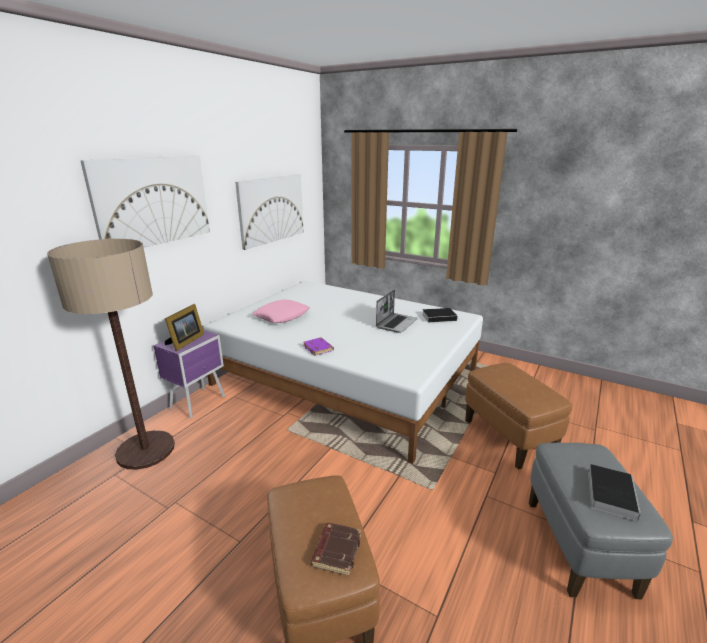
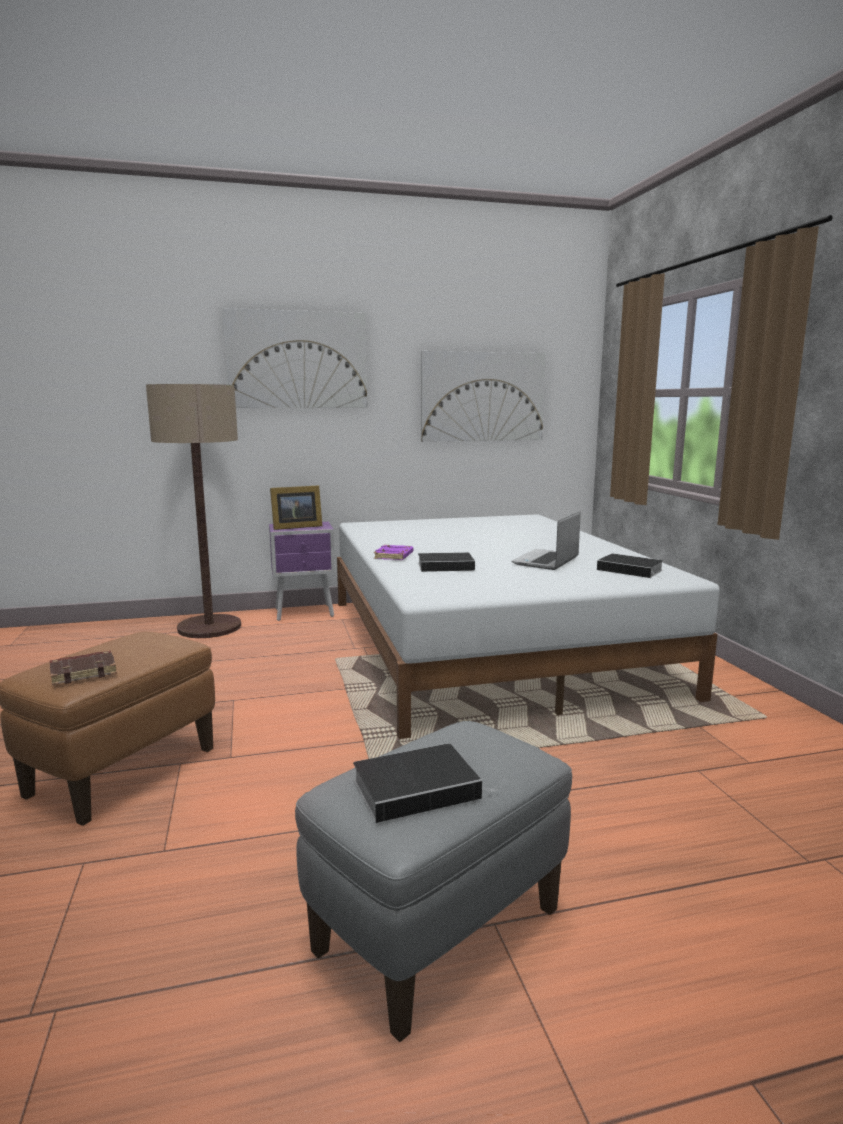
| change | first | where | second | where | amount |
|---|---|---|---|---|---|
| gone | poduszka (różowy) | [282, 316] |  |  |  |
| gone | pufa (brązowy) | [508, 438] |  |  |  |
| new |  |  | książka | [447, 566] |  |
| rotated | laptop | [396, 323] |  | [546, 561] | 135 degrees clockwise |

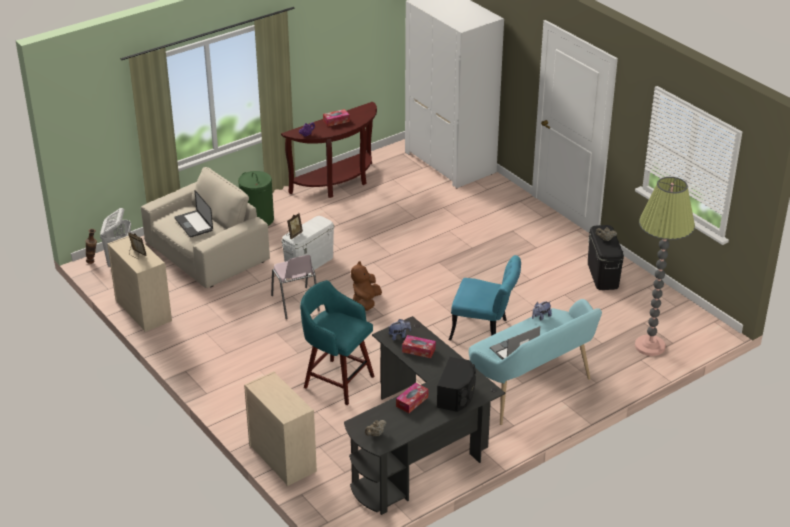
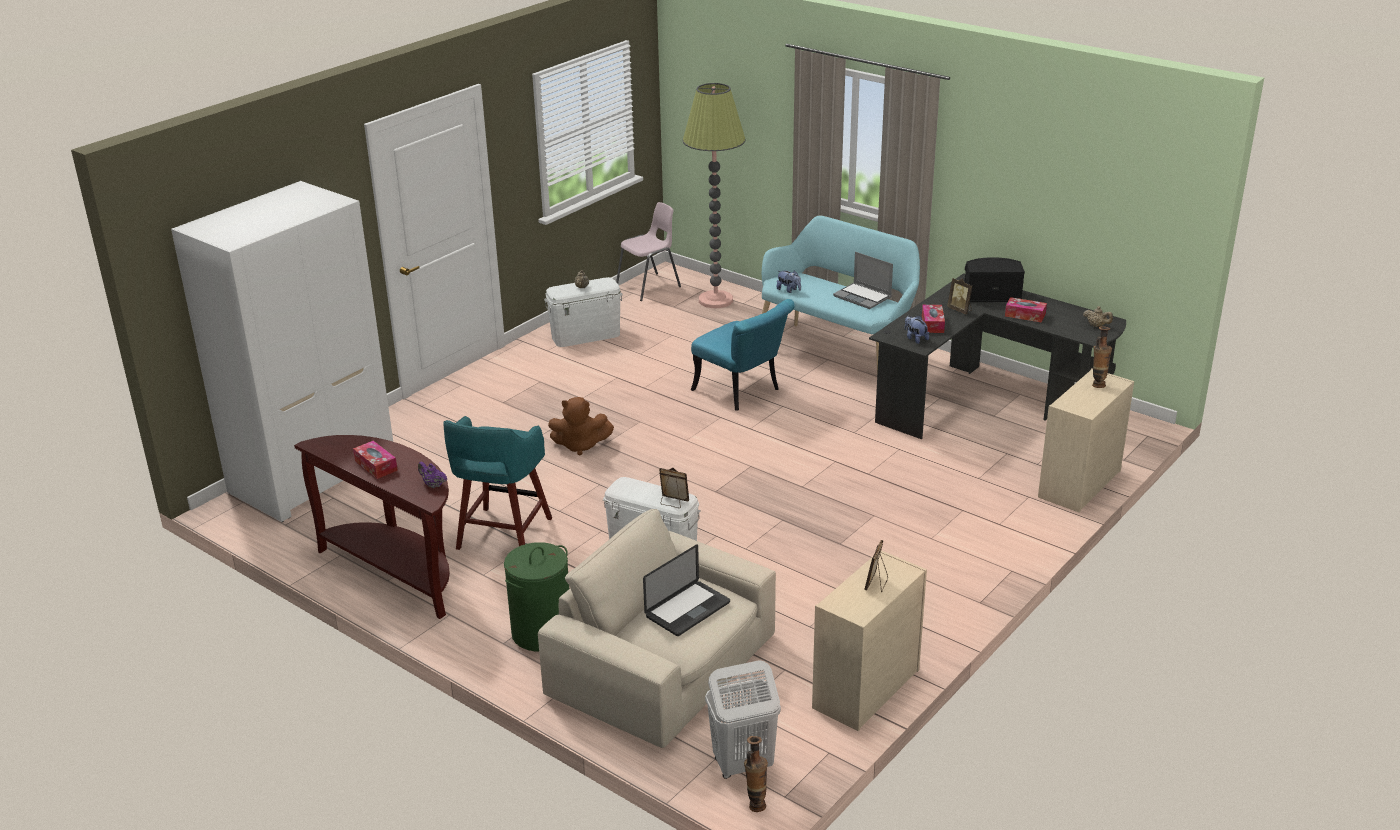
| change | first | where | second | where | amount |
|---|---|---|---|---|---|
| new |  |  | ramka na zdjęcie | [960, 310] |  |
| new |  |  | wazon | [1098, 384] |  |
| shifted | krzesło (różowy) | [295, 303] |  | [649, 287] |  |
| shifted | stołek (turkusowy) | [337, 381] |  | [503, 535] |  |
| shifted | pluszak (brązowy) | [366, 302] |  | [580, 445] |  |
| repainted | pojemnik do przechowywania (czarny) | [603, 274] | pojemnik do przechowywania (biały) | [585, 335] |  |
| rotated | krzesło (turkusowy) | [485, 330] |  | [742, 392] | 135 degrees clockwise |

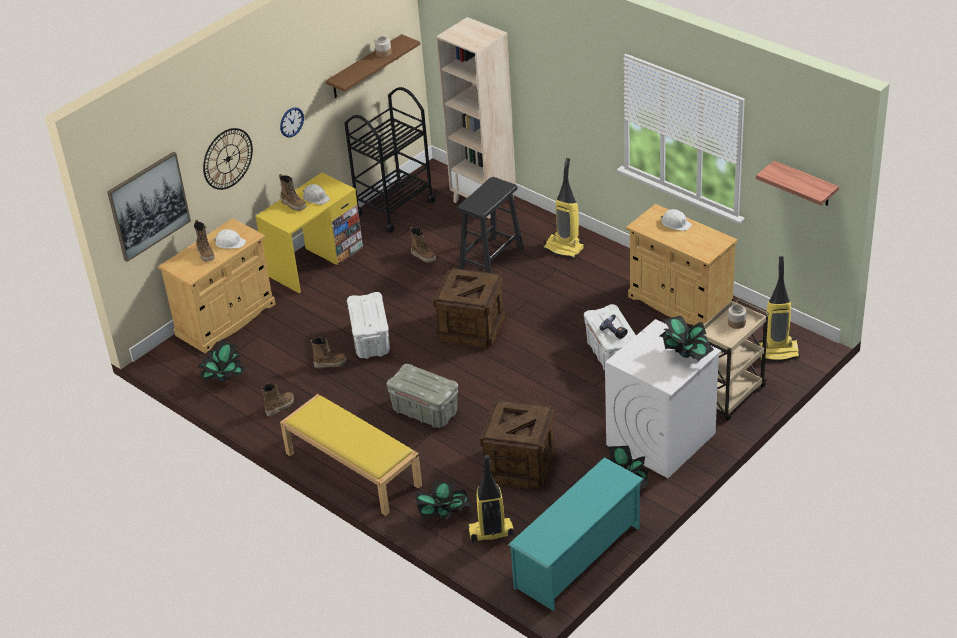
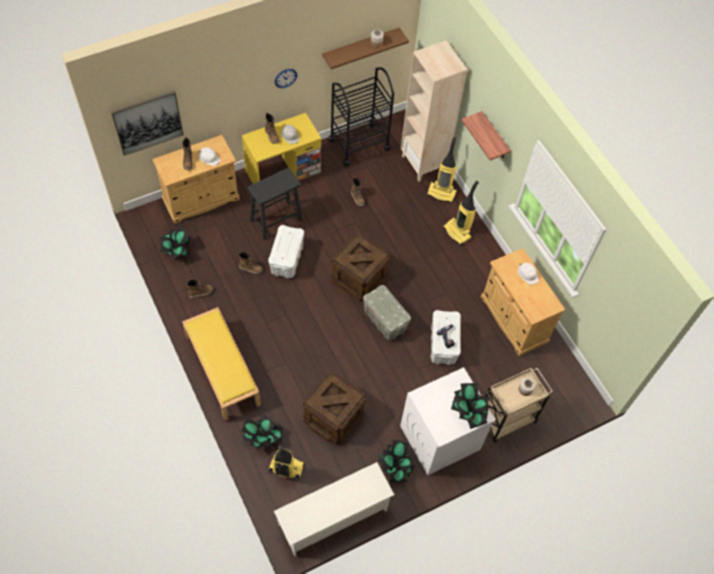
| change | first | where | second | where | amount |
|---|---|---|---|---|---|
| gone | zegar ścienny | [227, 158] |  |  |  |
| shifted | pojemnik do przechowywania (szary) | [424, 411] |  | [384, 320] |  |
| shifted | stołek (czarny) | [491, 258] |  | [276, 220] |  |
| shifted | półka | [805, 184] |  | [494, 137] |  |
| shifted | odkurzacz | [778, 351] |  | [442, 192] |  |
| repainted | regał na buty (turkusowy) | [578, 557] | regał na buty (biały) | [333, 517] |  |

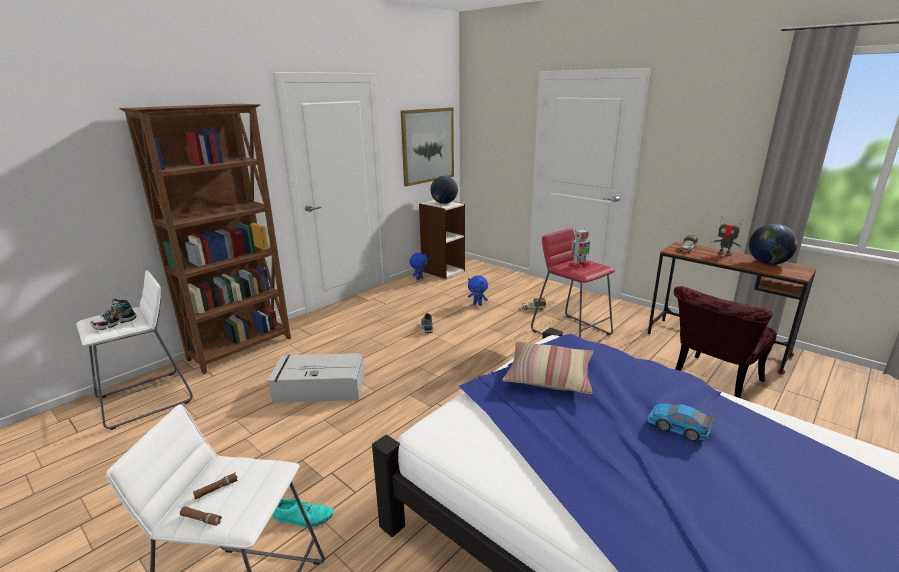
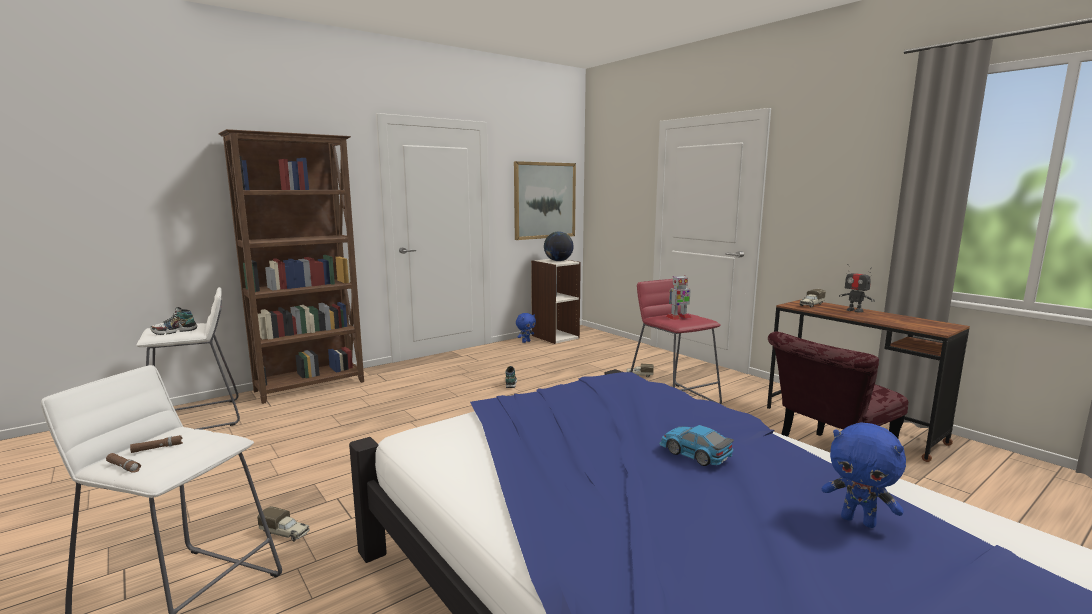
| change | first | where | second | where | amount |
|---|---|---|---|---|---|
| gone | pojemnik do przechowywania (szary) | [319, 387] |  |  |  |
| gone | poduszka | [549, 376] |  |  |  |
| gone | globus | [768, 263] |  |  |  |
| shifted | pluszak (niebieski) | [478, 304] |  | [859, 521] |  |
| swapped | but (turkusowy) | [303, 517] | ciężarówka zabawkowa | [285, 533] |  |

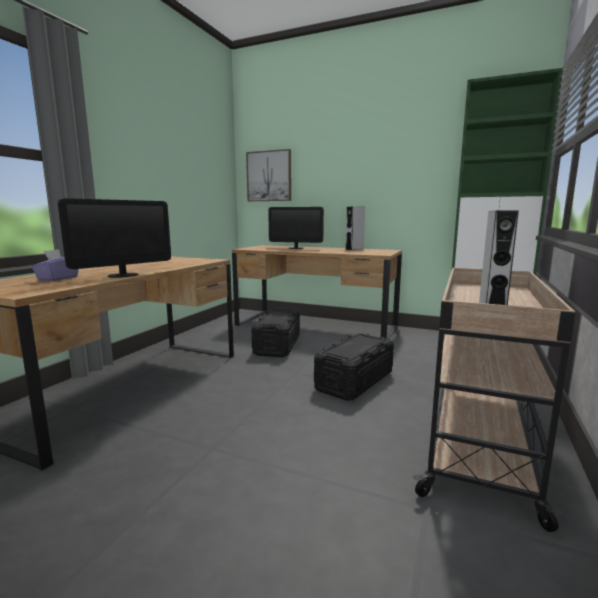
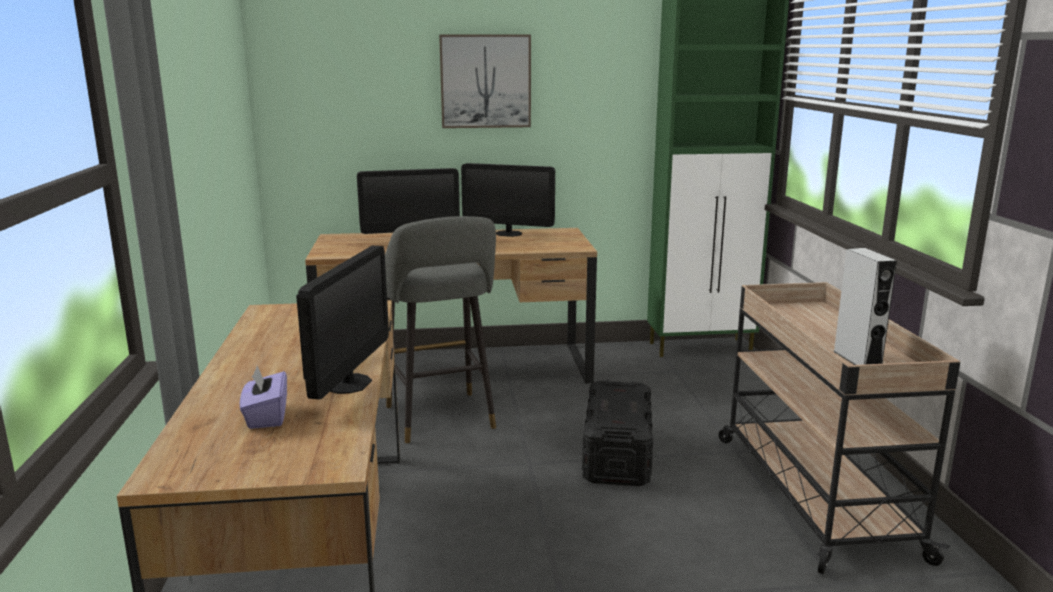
| change | first | where | second | where | amount |
|---|---|---|---|---|---|
| shifted | obraz | [269, 176] |  | [485, 81] |  |
| swapped | pojemnik do przechowywania (czarny) | [277, 345] | stołek (szary) | [442, 420] |  |
| swapped | głośnik (szary) | [354, 249] | monitor | [509, 233] |  |

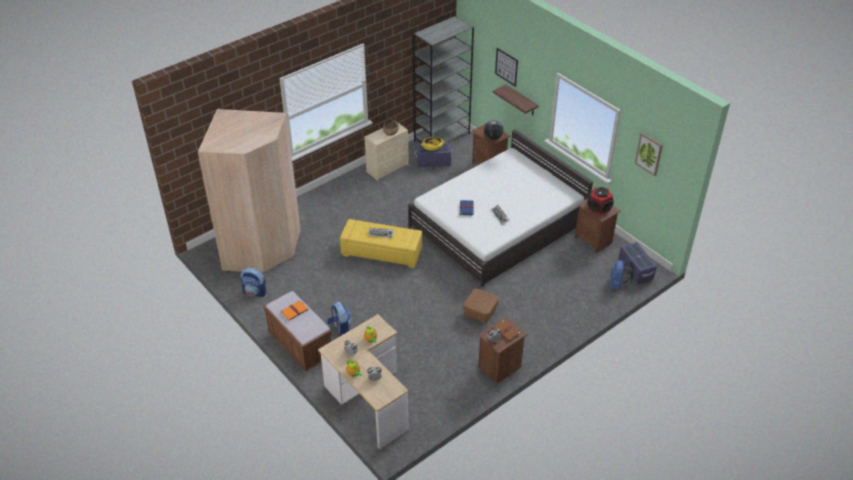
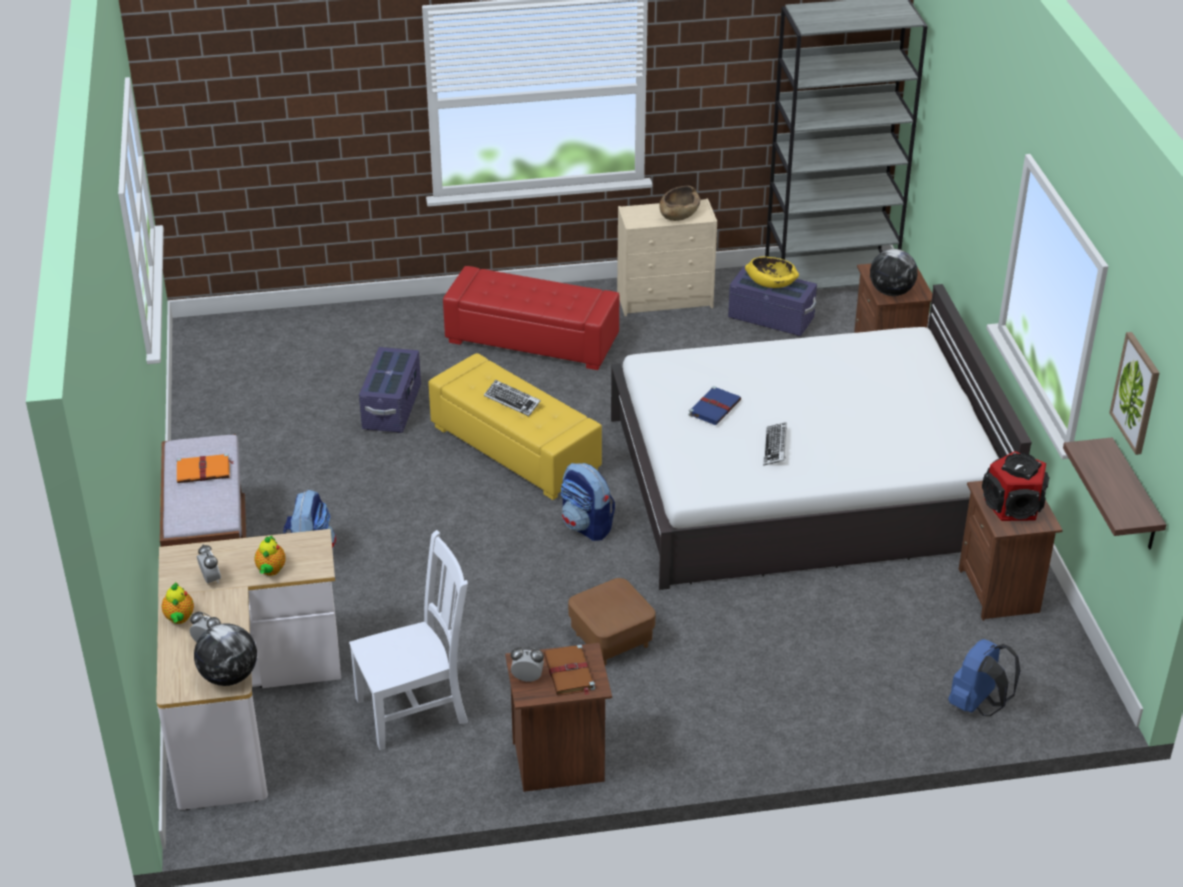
| change | first | where | second | where | amount |
|---|---|---|---|---|---|
| gone | szafa (beżowy) | [261, 249] |  |  |  |
| gone | obraz | [506, 67] |  |  |  |
| new |  |  | globus | [228, 676] |  |
| new |  |  | krzesło (biały) | [415, 709] |  |
| new |  |  | pufa (czerwony) | [532, 340] |  |
| shifted | plecak | [255, 292] |  | [587, 526] |  |
| shifted | półka | [521, 101] |  | [1134, 497] |  |
| shifted | pojemnik do przechowywania (fioletowy) | [635, 270] |  | [392, 408] |  |

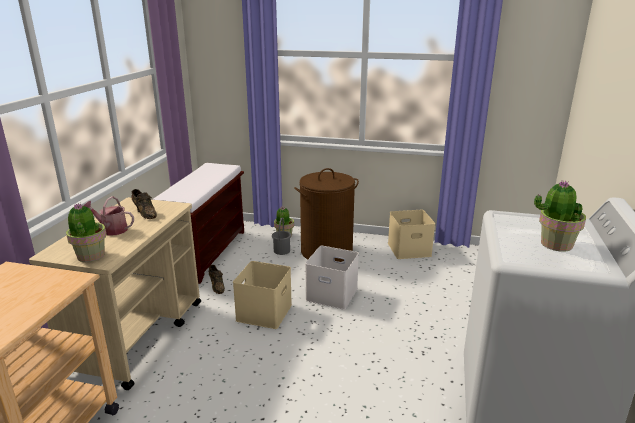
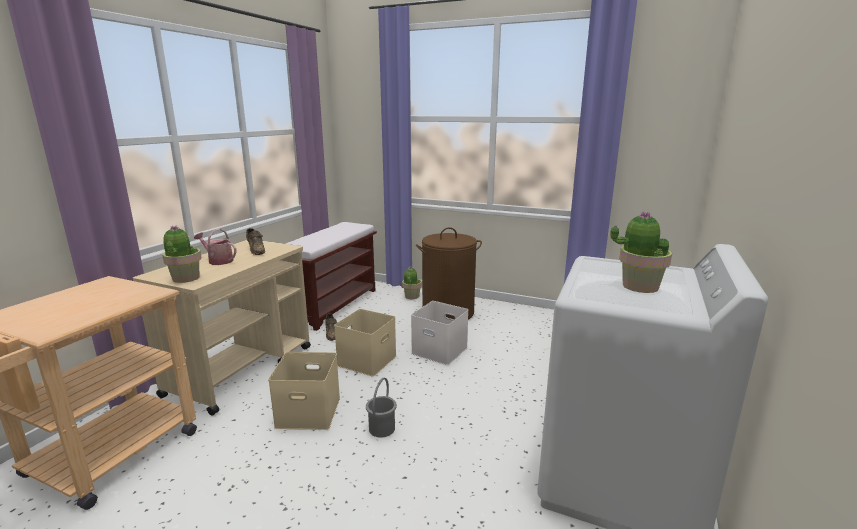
| change | first | where | second | where | amount |
|---|---|---|---|---|---|
| shifted | wiadro (szary) | [281, 251] |  | [381, 429] |  |
| shifted | pojemnik do przechowywania (beżowy) | [408, 250] |  | [307, 413] |  |

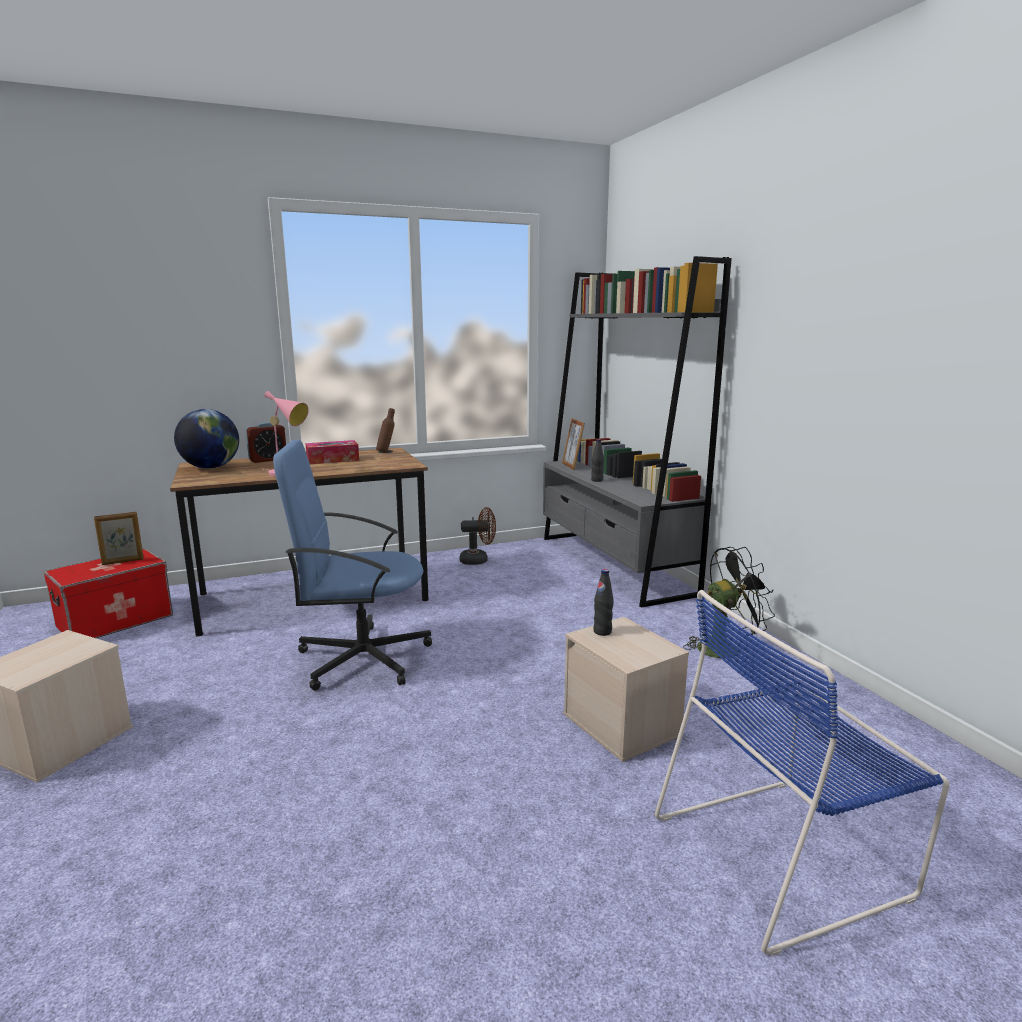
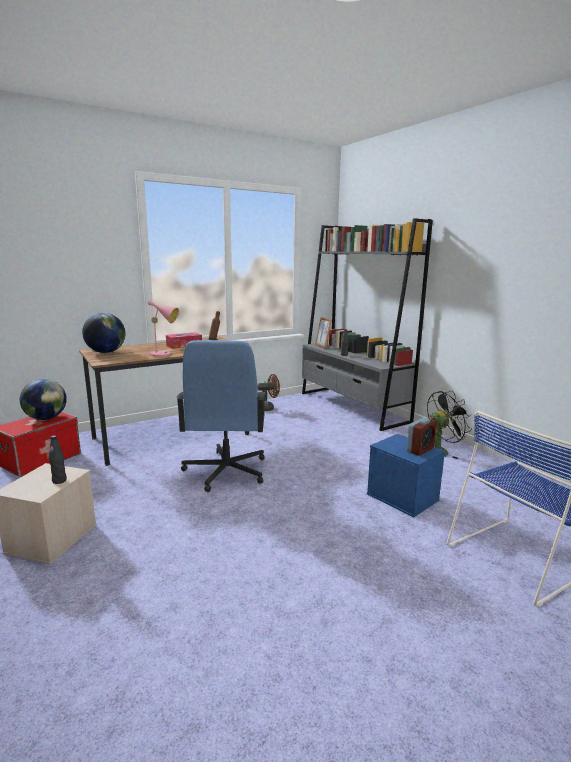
| change | first | where | second | where | amount |
|---|---|---|---|---|---|
| shifted | budzik | [268, 460] |  | [420, 450] |  |
| shifted | butelka (czarny) | [602, 632] |  | [59, 481] |  |
| swapped | ramka na zdjęcie | [123, 561] | globus | [46, 418] |  |
| repainted | pojemnik do przechowywania (beżowy) | [623, 724] | pojemnik do przechowywania (niebieski) | [403, 497] |  |
| rotated | krzesło biurowe (niebieski) | [361, 658] |  | [225, 471] | 75 degrees counterclockwise |

